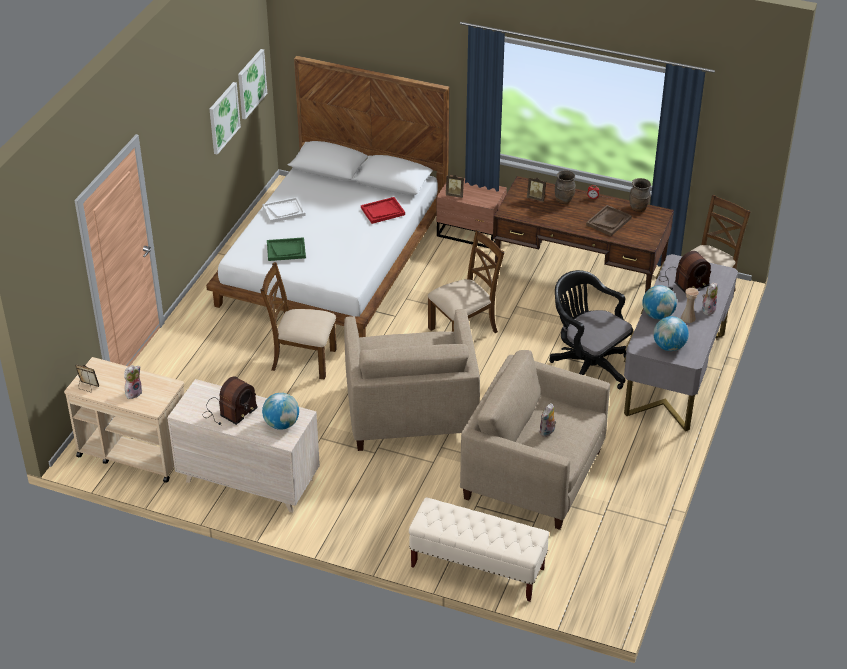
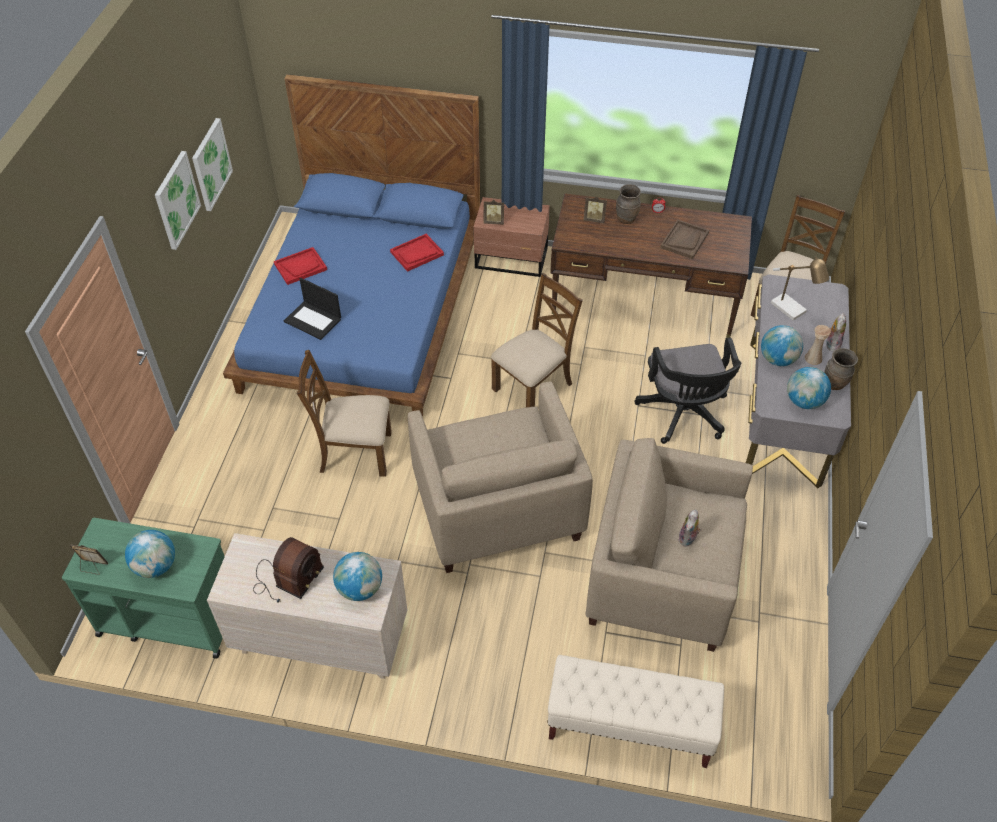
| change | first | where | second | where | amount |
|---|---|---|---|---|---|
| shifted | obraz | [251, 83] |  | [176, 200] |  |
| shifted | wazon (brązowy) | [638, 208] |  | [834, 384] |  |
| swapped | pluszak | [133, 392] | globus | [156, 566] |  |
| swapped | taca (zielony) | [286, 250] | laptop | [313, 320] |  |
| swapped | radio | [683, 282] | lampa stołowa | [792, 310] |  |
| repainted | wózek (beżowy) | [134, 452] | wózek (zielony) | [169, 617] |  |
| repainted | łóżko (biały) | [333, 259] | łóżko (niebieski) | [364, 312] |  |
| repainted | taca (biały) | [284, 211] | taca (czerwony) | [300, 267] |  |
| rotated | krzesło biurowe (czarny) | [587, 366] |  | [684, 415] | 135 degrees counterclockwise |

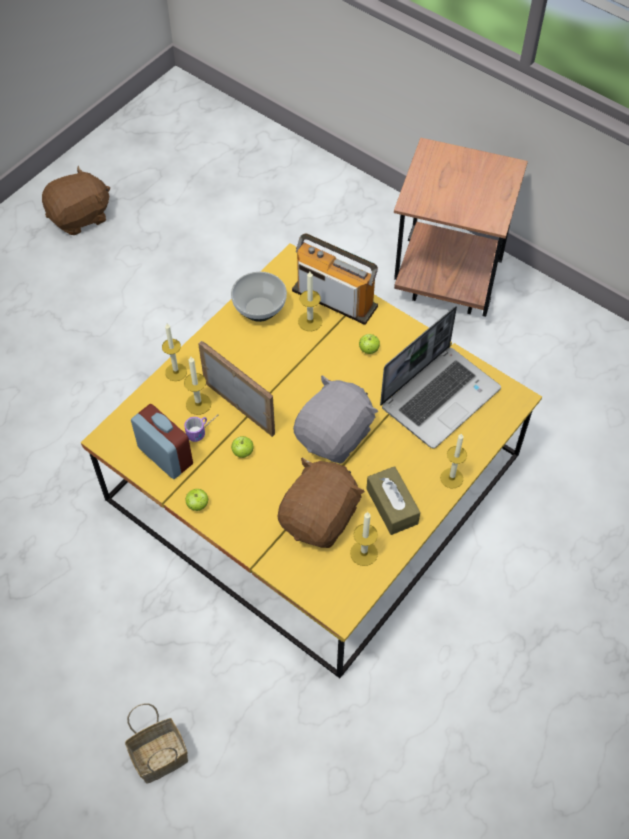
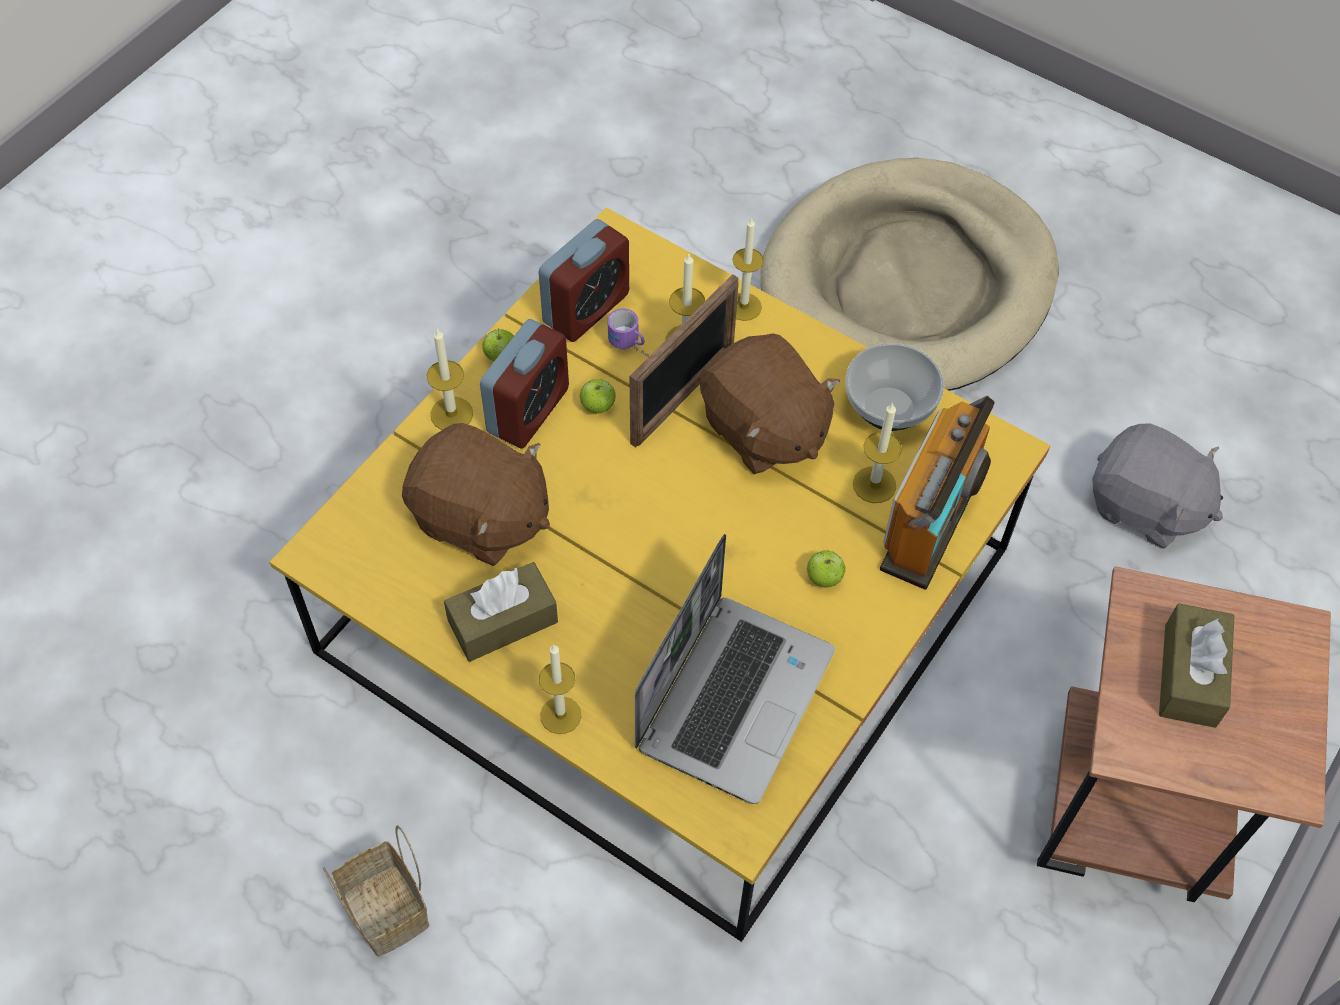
| change | first | where | second | where | amount |
|---|---|---|---|---|---|
| new |  |  | budzik | [528, 411] |  |
| new |  |  | legowisko (beżowy) | [908, 284] |  |
| new |  |  | pudełko chusteczek (brązowy) | [1190, 675] |  |
| shifted | pluszak (brązowy) | [80, 217] |  | [763, 429] |  |
| shifted | koszyk | [161, 755] |  | [389, 912] |  |
| shifted | pluszak (szary) | [335, 435] |  | [1145, 507] |  |
| shifted | świeca | [363, 553] |  | [451, 414] |  |
| rotated | laptop | [440, 396] |  | [734, 696] | 105 degrees counterclockwise |

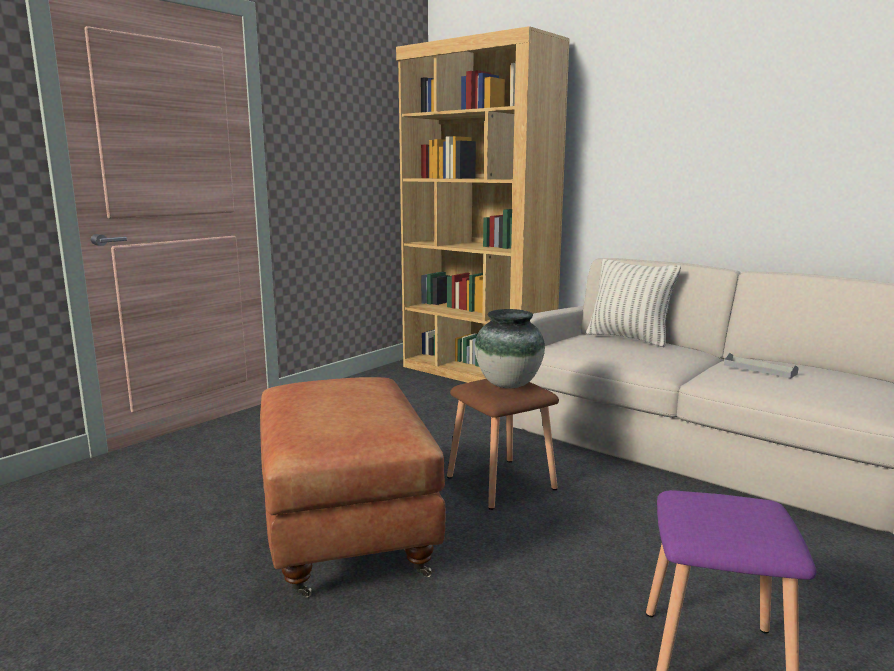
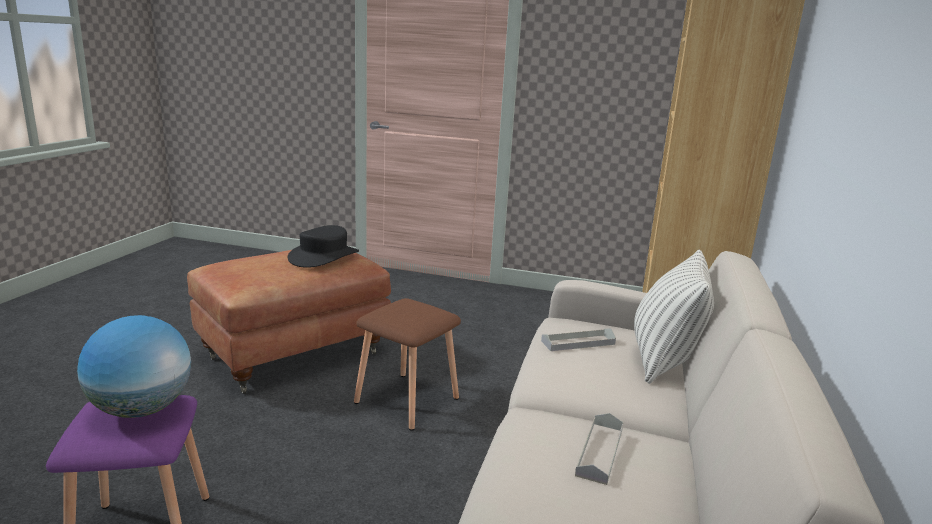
| change | first | where | second | where | amount |
|---|---|---|---|---|---|
| gone | wazon | [509, 384] |  |  |  |
| new |  |  | globus | [142, 409] |  |
| new |  |  | kapelusz (czarny) | [324, 256] |  |
| new |  |  | taca (szary) | [578, 342] |  |

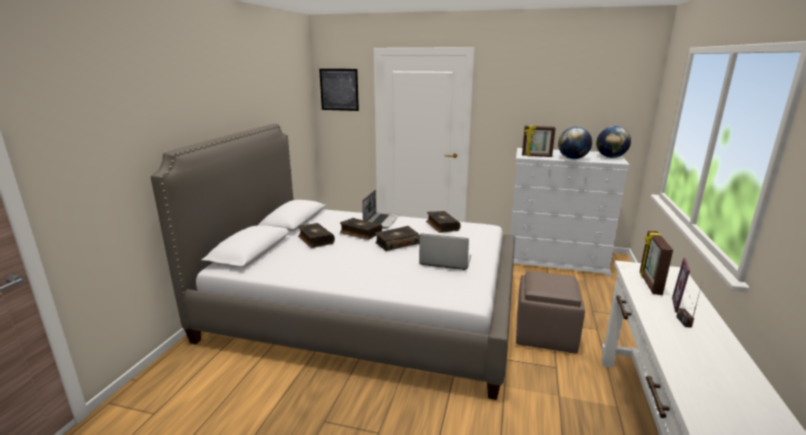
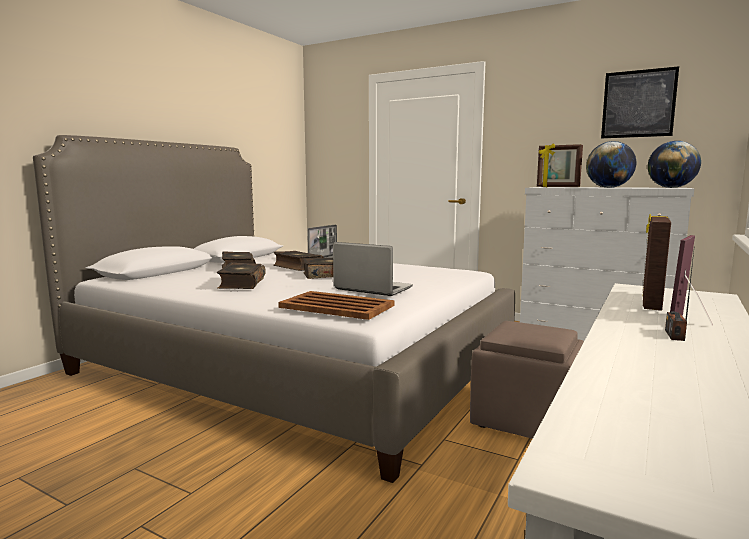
| change | first | where | second | where | amount |
|---|---|---|---|---|---|
| new |  |  | taca (brązowy) | [336, 306] |  |
| shifted | obraz | [339, 89] |  | [638, 104] |  |
| shifted | książka | [442, 226] |  | [241, 284] |  |

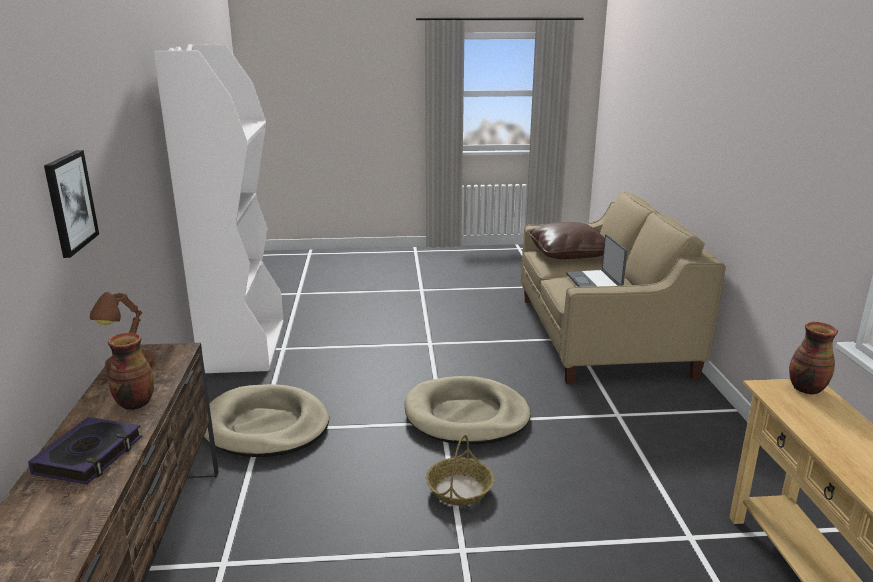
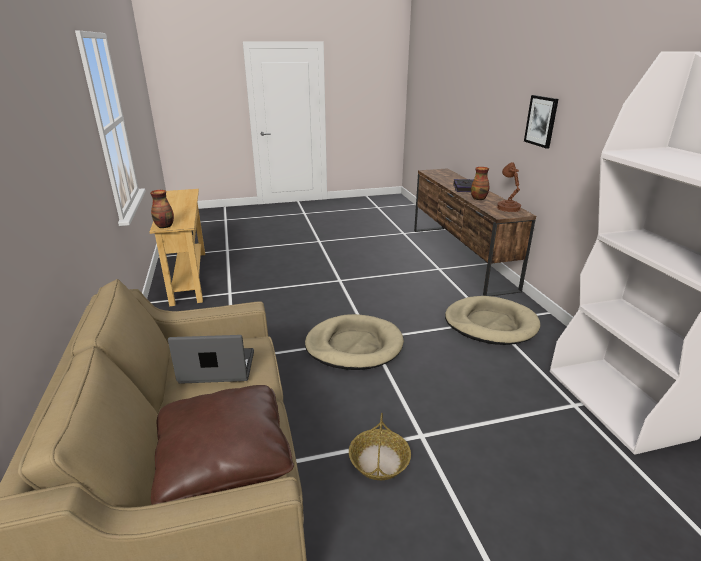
| change | first | where | second | where | amount |
|---|---|---|---|---|---|
| shifted | koszyk | [459, 489] |  | [379, 460] |  |
| rotated | laptop | [595, 282] |  | [217, 368] | 75 degrees counterclockwise |

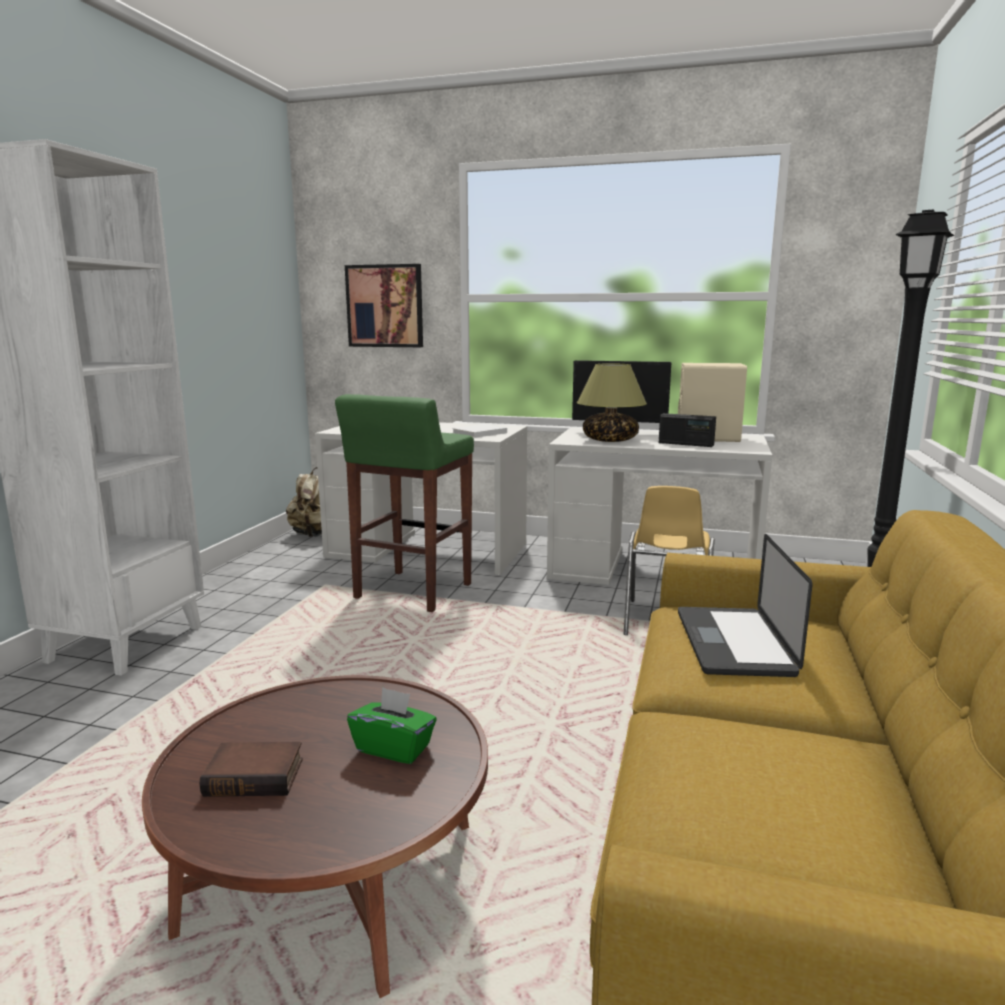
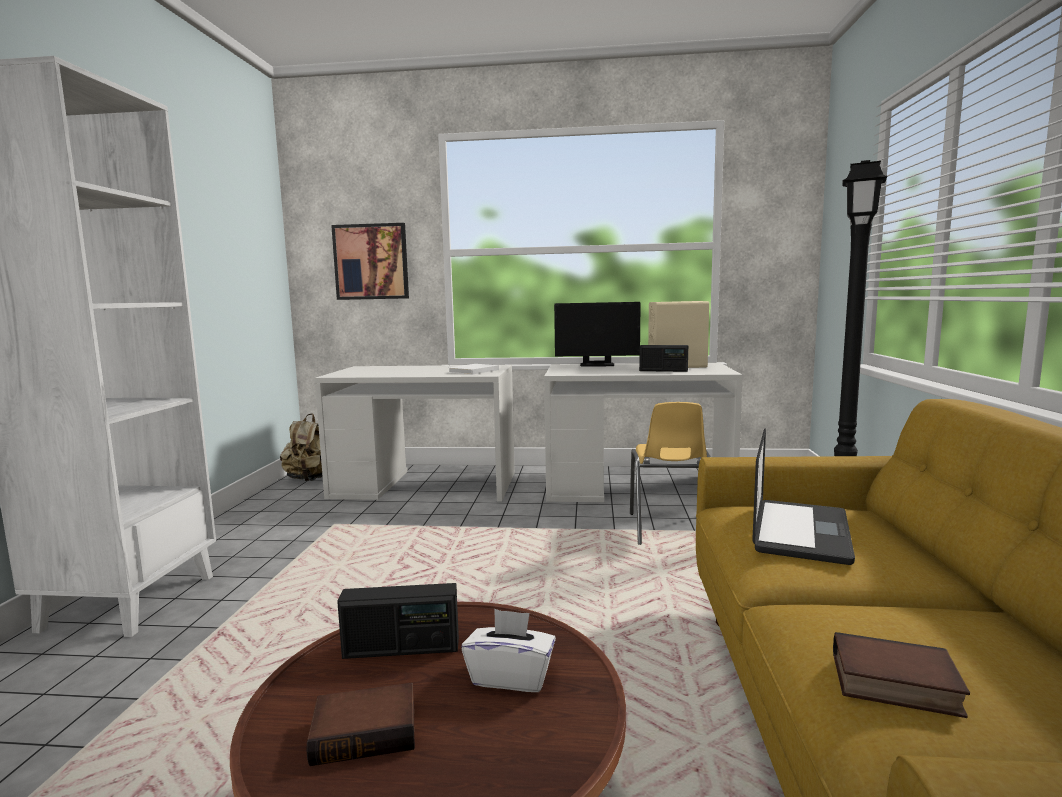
| change | first | where | second | where | amount |
|---|---|---|---|---|---|
| gone | stołek (zielony) | [412, 592] |  |  |  |
| gone | lampa stołowa | [609, 440] |  |  |  |
| new |  |  | radio | [401, 649] |  |
| new |  |  | książka | [893, 685] |  |
| repainted | pudełko chusteczek (zielony) | [394, 748] | pudełko chusteczek (biały) | [511, 676] |  |
| rotated | laptop | [733, 643] |  | [801, 532] | 150 degrees counterclockwise |

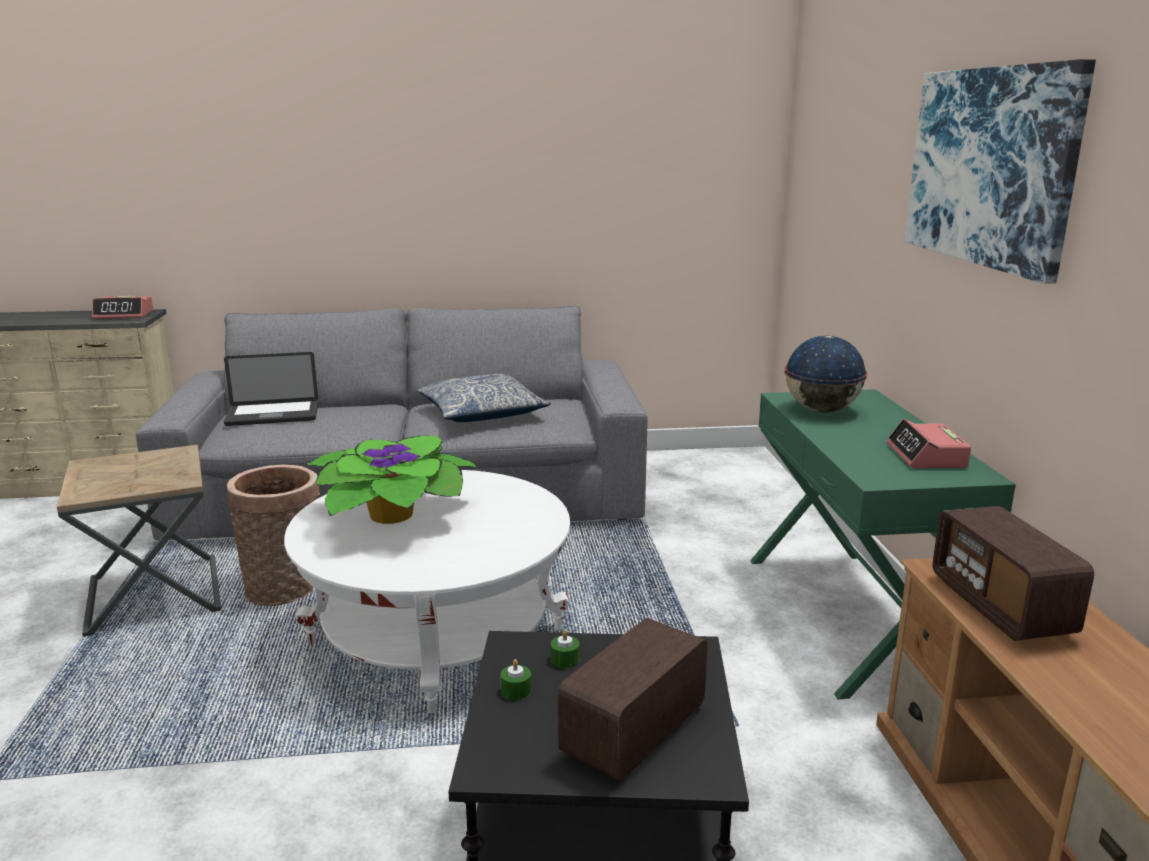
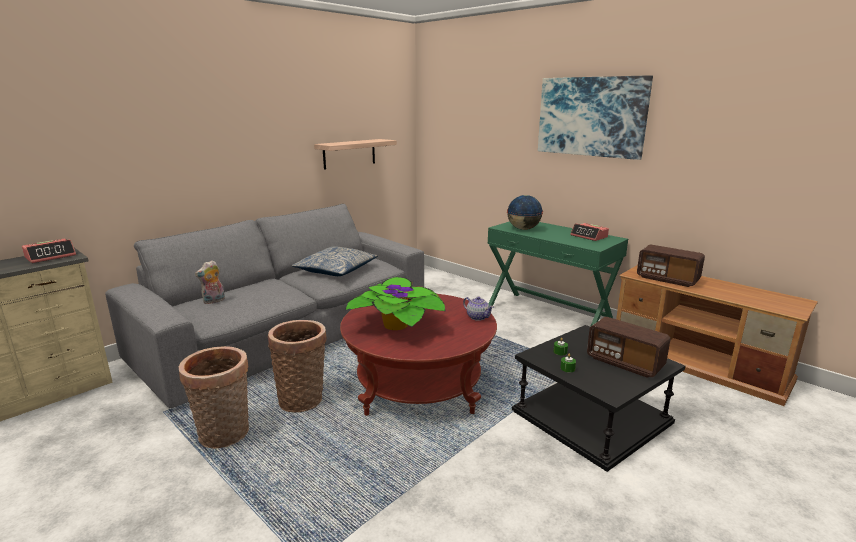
| change | first | where | second | where | amount |
|---|---|---|---|---|---|
| new |  |  | półka | [349, 153] |  |
| new |  |  | imbryk | [477, 317] |  |
| swapped | stolik (brązowy) | [154, 595] | koszyk | [225, 435] |  |
| swapped | laptop | [273, 415] | pluszak | [214, 301] |  |
| repainted | ława (biały) | [437, 636] | ława (czerwony) | [419, 385] |  |
| rotated | radio | [634, 732] |  | [624, 363] | 45 degrees counterclockwise |

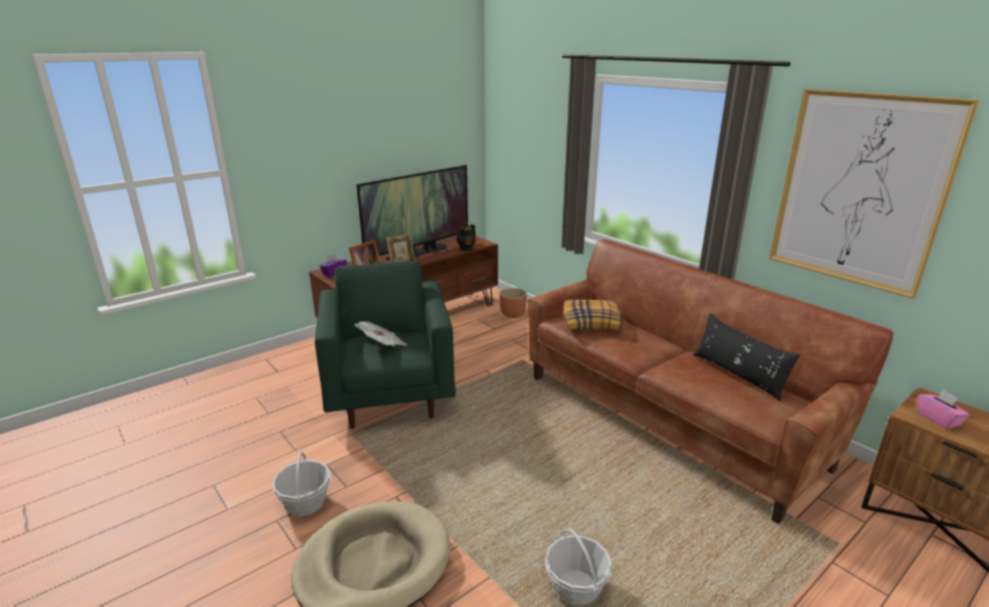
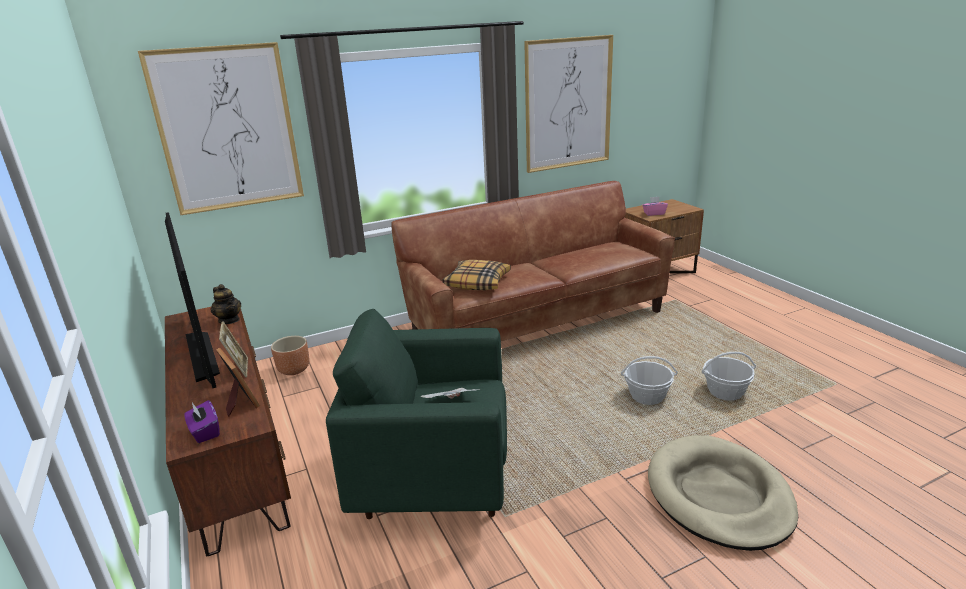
| change | first | where | second | where | amount |
|---|---|---|---|---|---|
| gone | poduszka (czarny) | [738, 374] |  |  |  |
| new |  |  | obraz | [227, 129] |  |
| shifted | koszyk | [305, 502] |  | [647, 396] |  |

